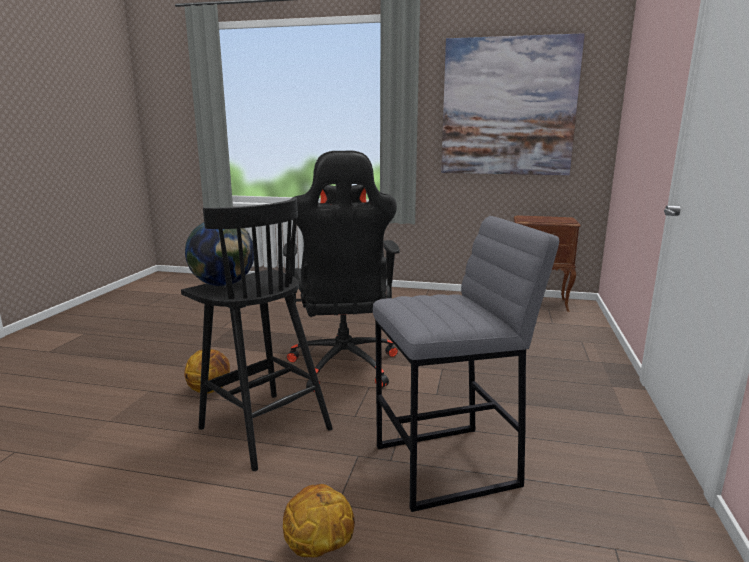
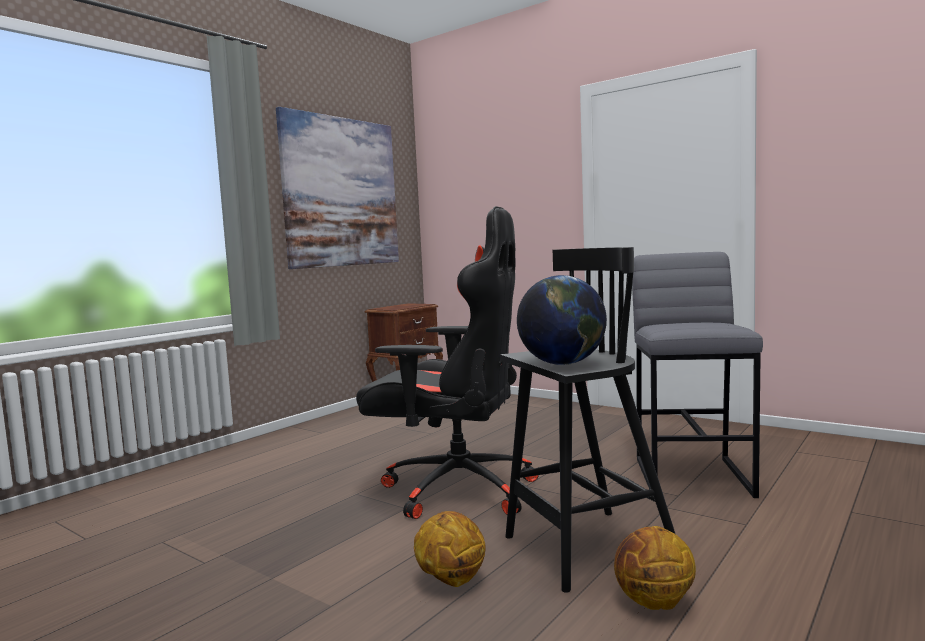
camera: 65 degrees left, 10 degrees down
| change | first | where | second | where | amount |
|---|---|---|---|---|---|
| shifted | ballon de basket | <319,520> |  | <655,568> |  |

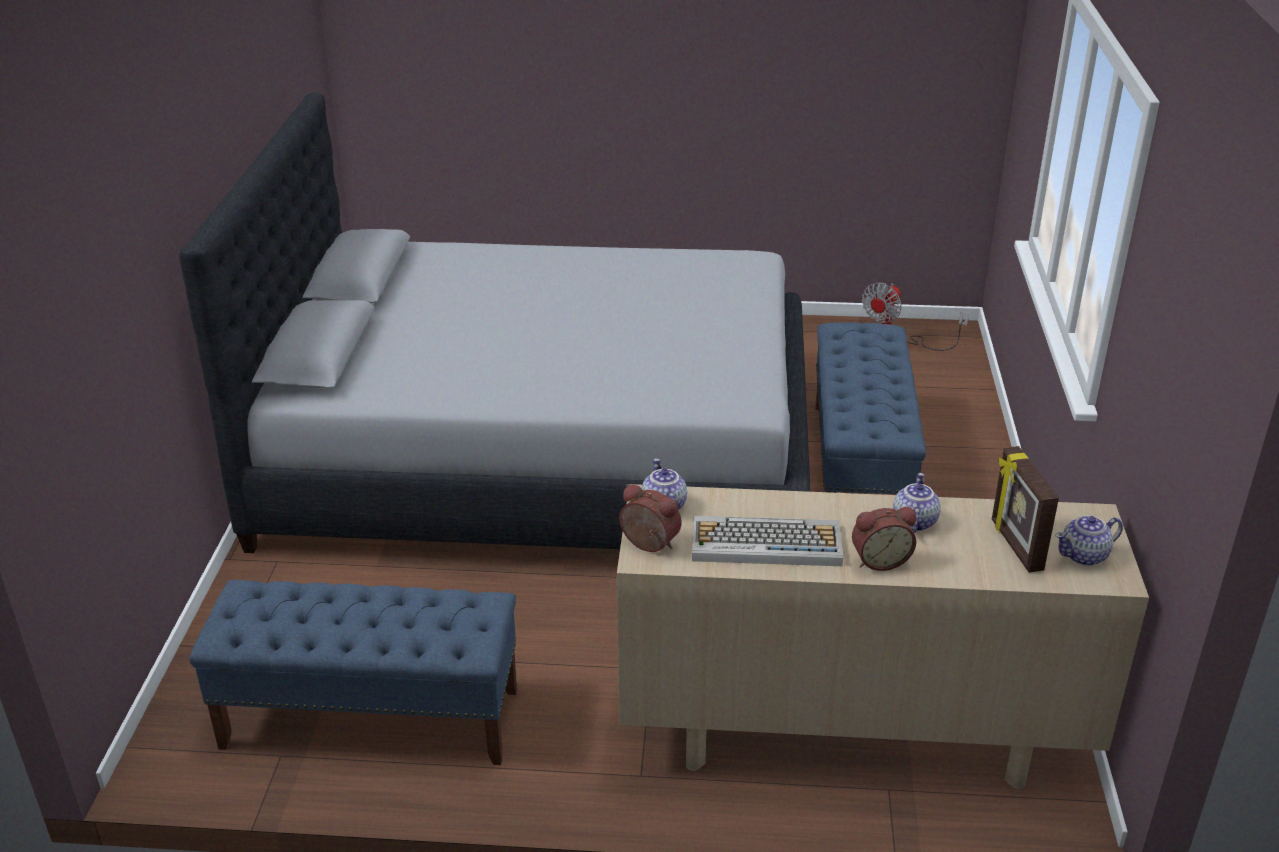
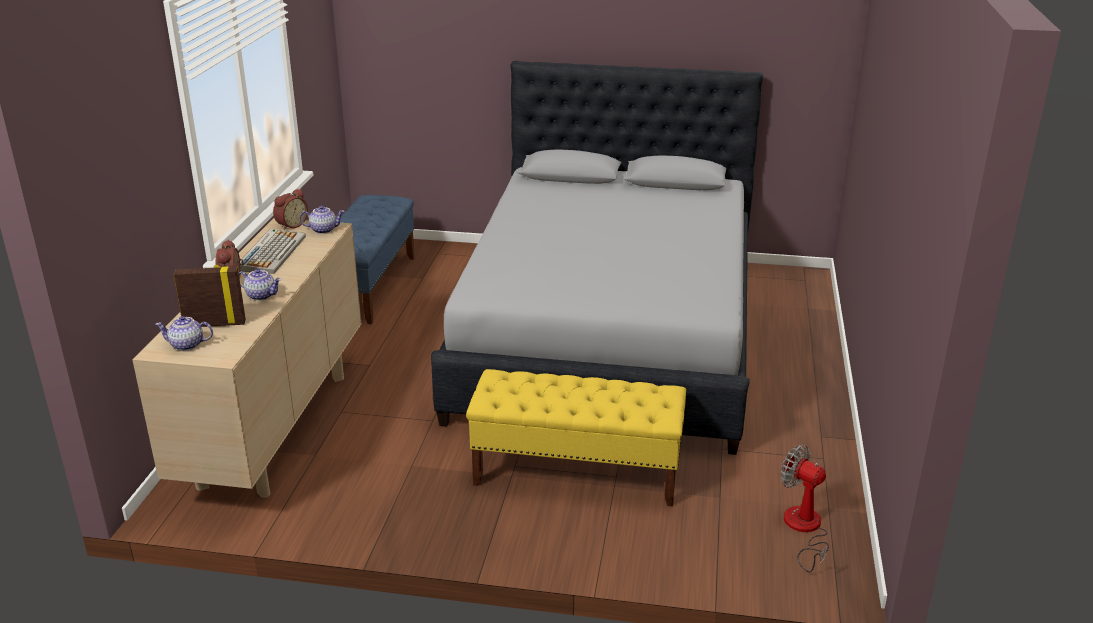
camera: 95 degrees right, 5 degrees down
| change | first | where | second | where | amount |
|---|---|---|---|---|---|
| repainted | banc (bleu) | <870,408> | banc (jaune) | <576,437> |  |
| rotated | théière | <1089,540> |  | <184,333> | 75 degrees counterclockwise |

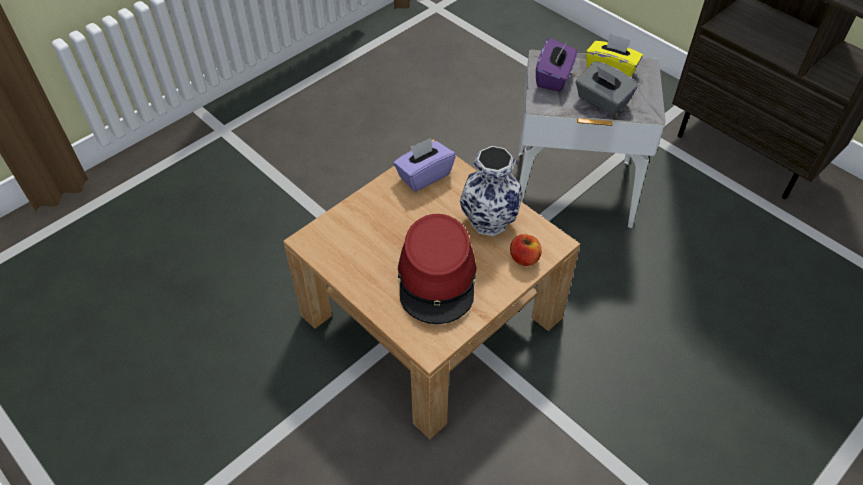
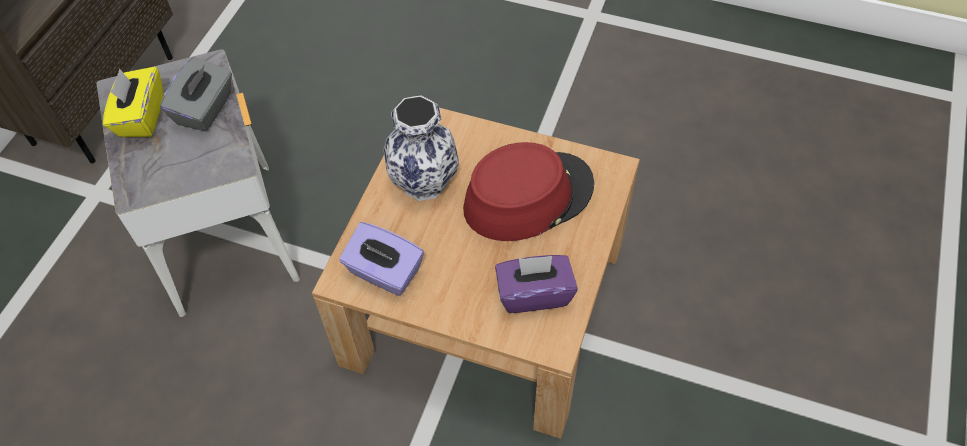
camera: 115 degrees left, 5 degrees up
| change | first | where | second | where | amount |
|---|---|---|---|---|---|
| gone | pomme | <526,250> |  |  |  |
| shifted | boîte à mouchoirs (violet) | <556,65> |  | <536,284> |  |

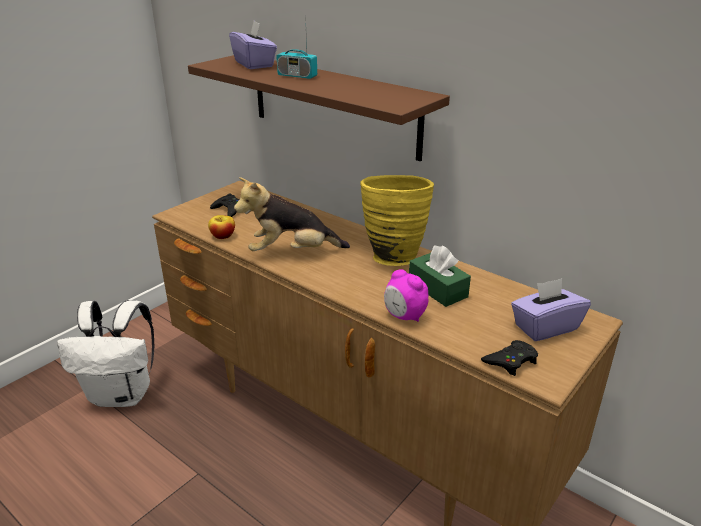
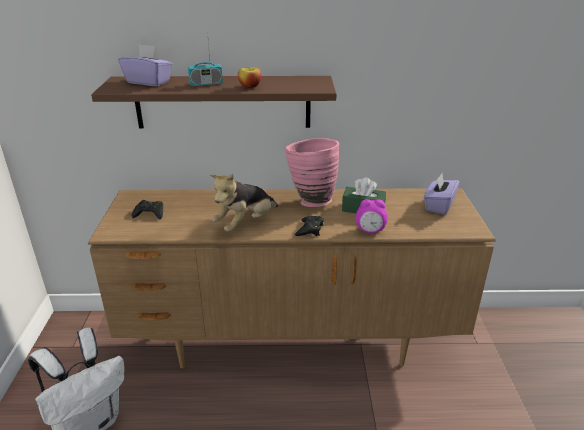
camera: 40 degrees left, 0 degrees up
| change | first | where | second | where | amount |
|---|---|---|---|---|---|
| shifted | pomme | <221,227> |  | <249,77> |  |
| repainted | vase (jaune) | <397,220> | vase (rose) | <312,172> |  |
| shifted | manette (noir) | <509,358> |  | <309,226> |  |

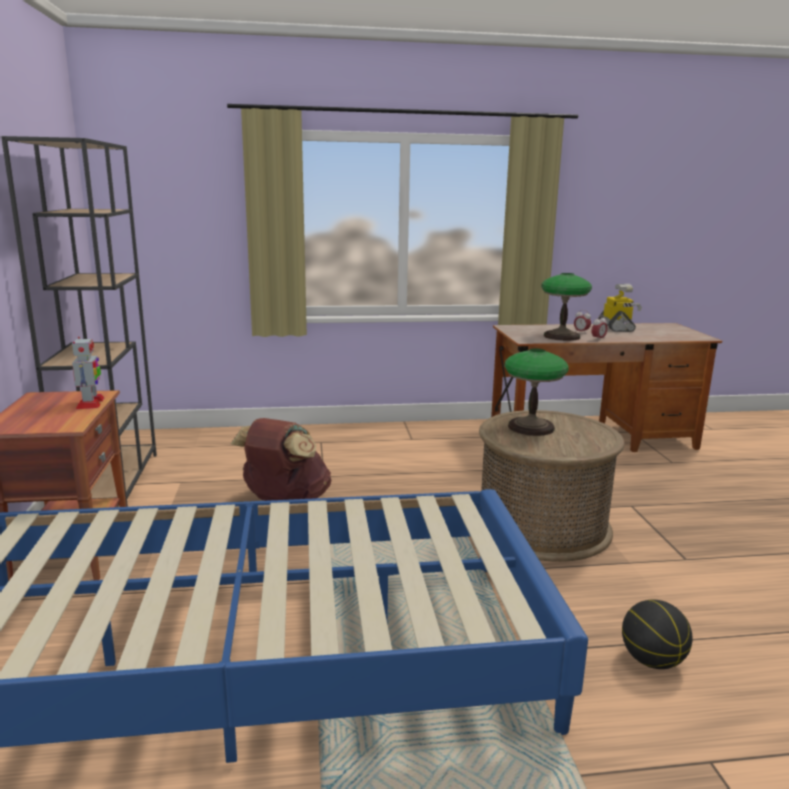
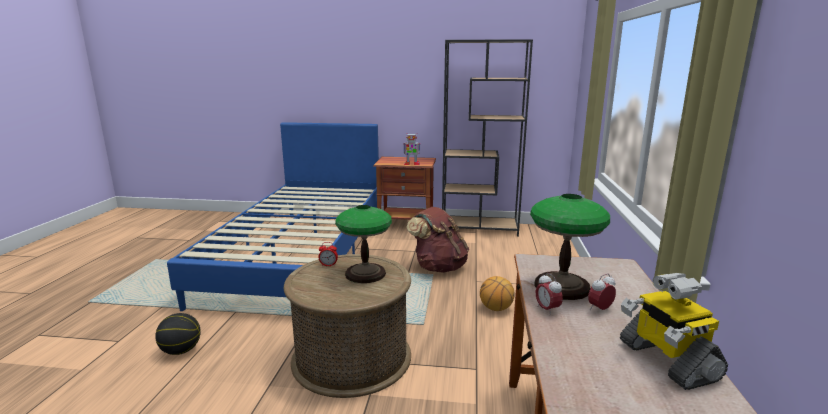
camera: 105 degrees right, 0 degrees up
| change | first | where | second | where | amount |
|---|---|---|---|---|---|
| rotated | robot jouet | <620,308> |  | <674,331> | 60 degrees clockwise |
| new |  |  | réveil | <328,254> |  |
| new |  |  | ballon de basket | <497,293> |  |

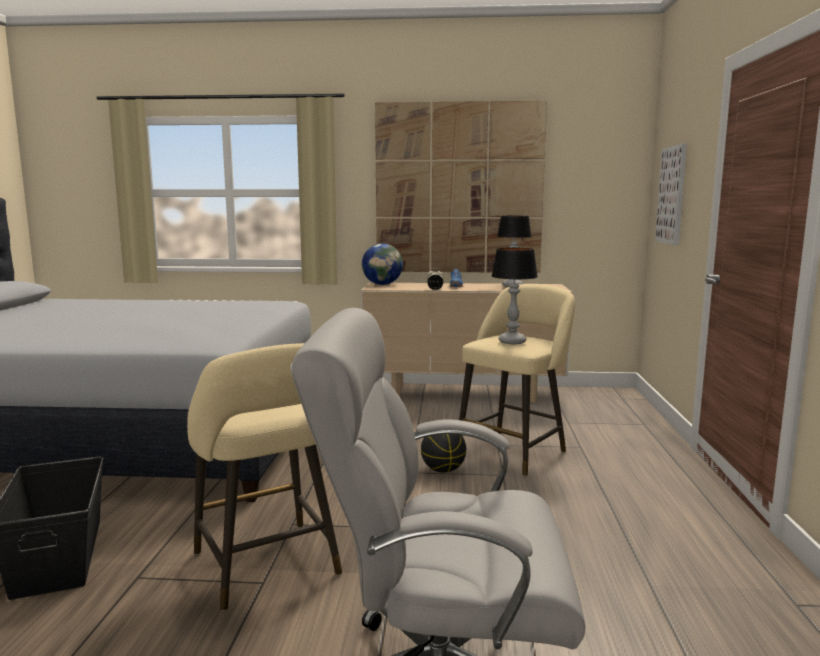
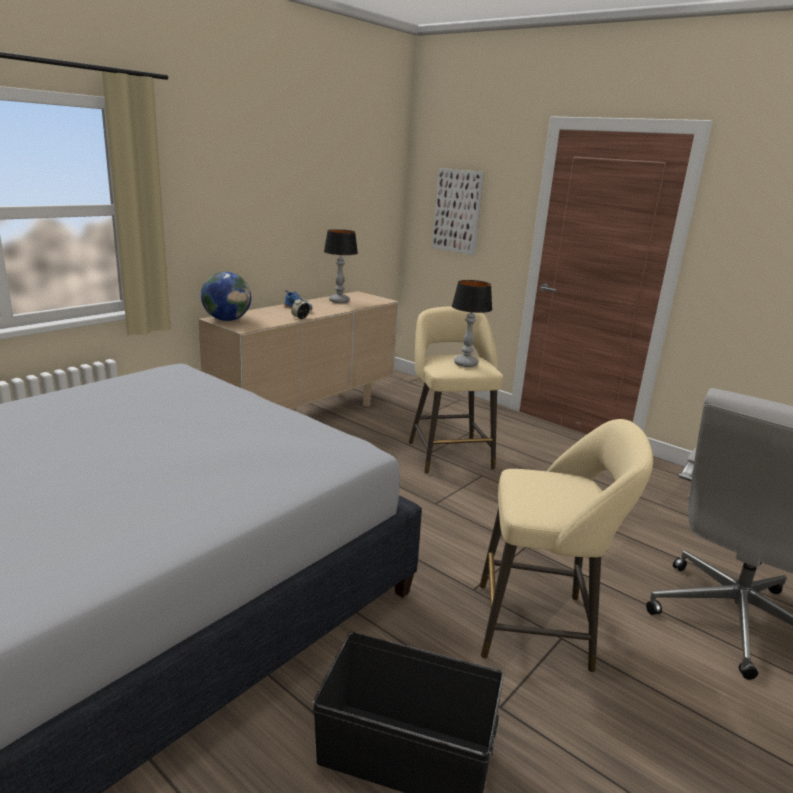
camera: 55 degrees left, 10 degrees up
| change | first | where | second | where | amount |
|---|---|---|---|---|---|
| gone | tableau | <461,187> |  |  |  |
| gone | ballon de basket | <443,453> |  |  |  |

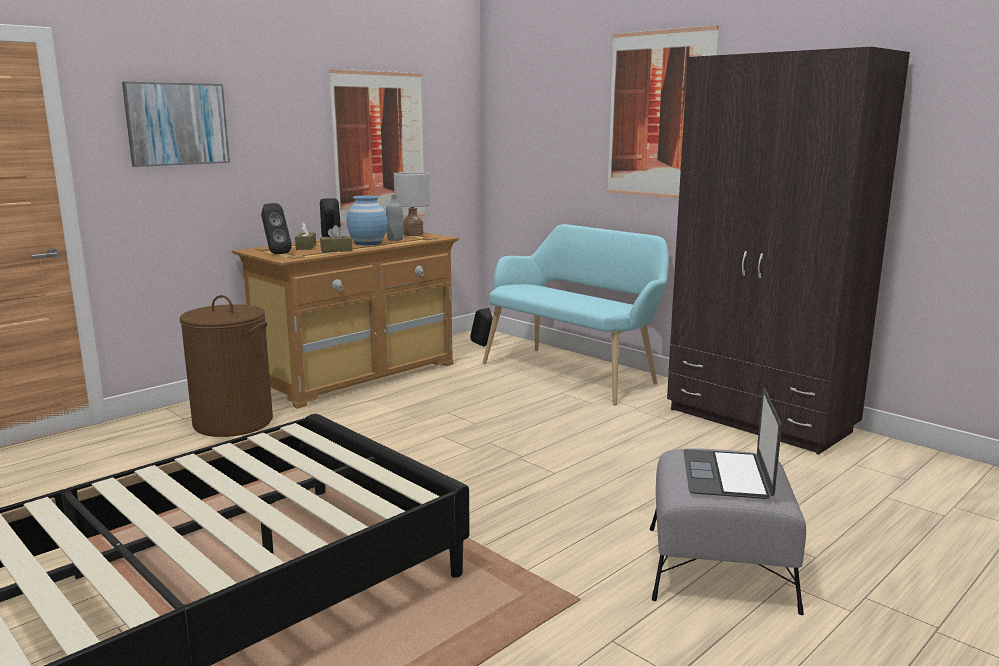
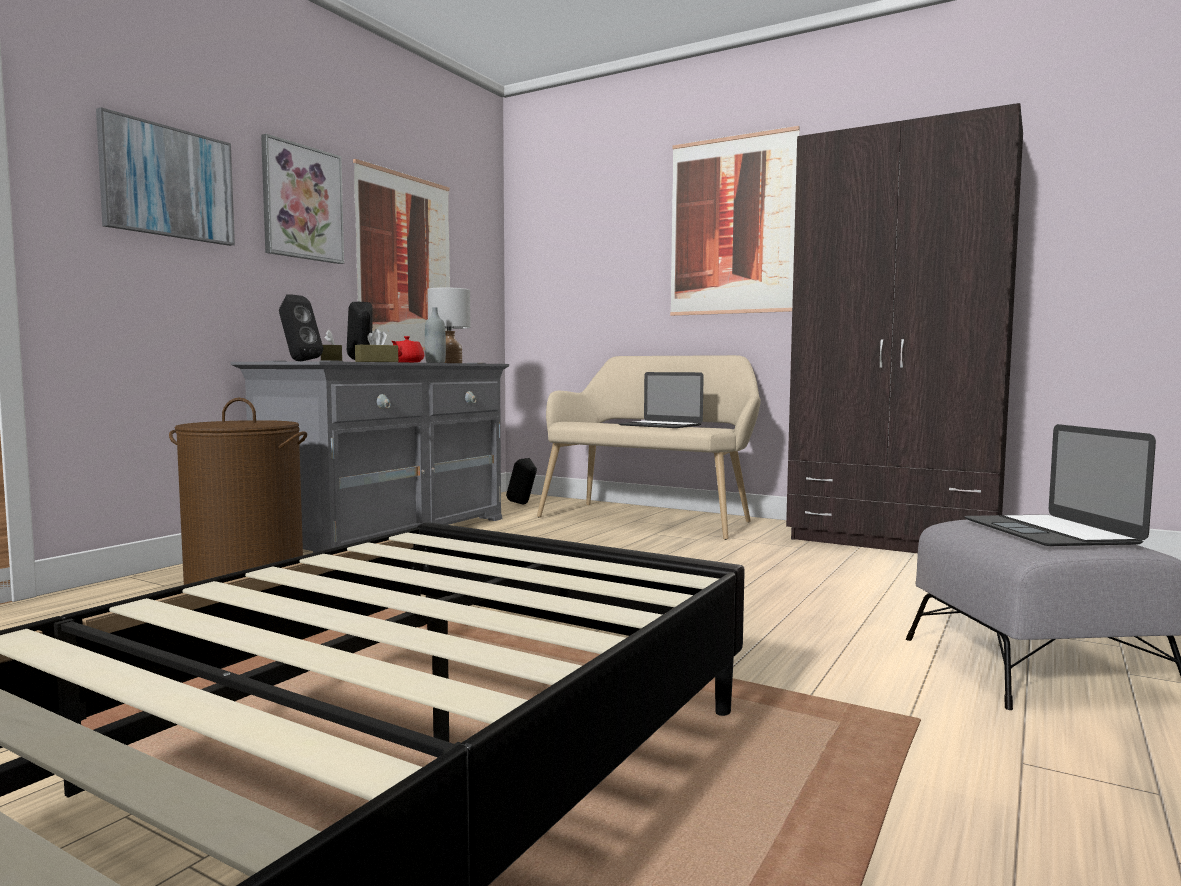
camera: 15 degrees left, 10 degrees down
| change | first | where | second | where | amount |
|---|---|---|---|---|---|
| repainted | commode (marron) | <345,320> | commode (gris) | <370,457> |  |
| swapped | vase (bleu) | <367,220> | théière (rouge) | <408,349> |  |
| repainted | banc (turquoise) | <576,315> | banc (beige) | <649,447> |  |
| new |  |  | tableau | <302,199> |  |
| new |  |  | ordinateur portable | <661,400> |  |

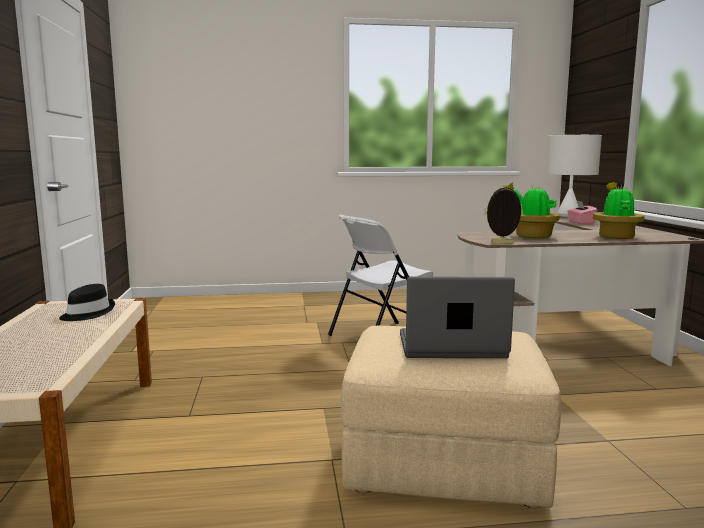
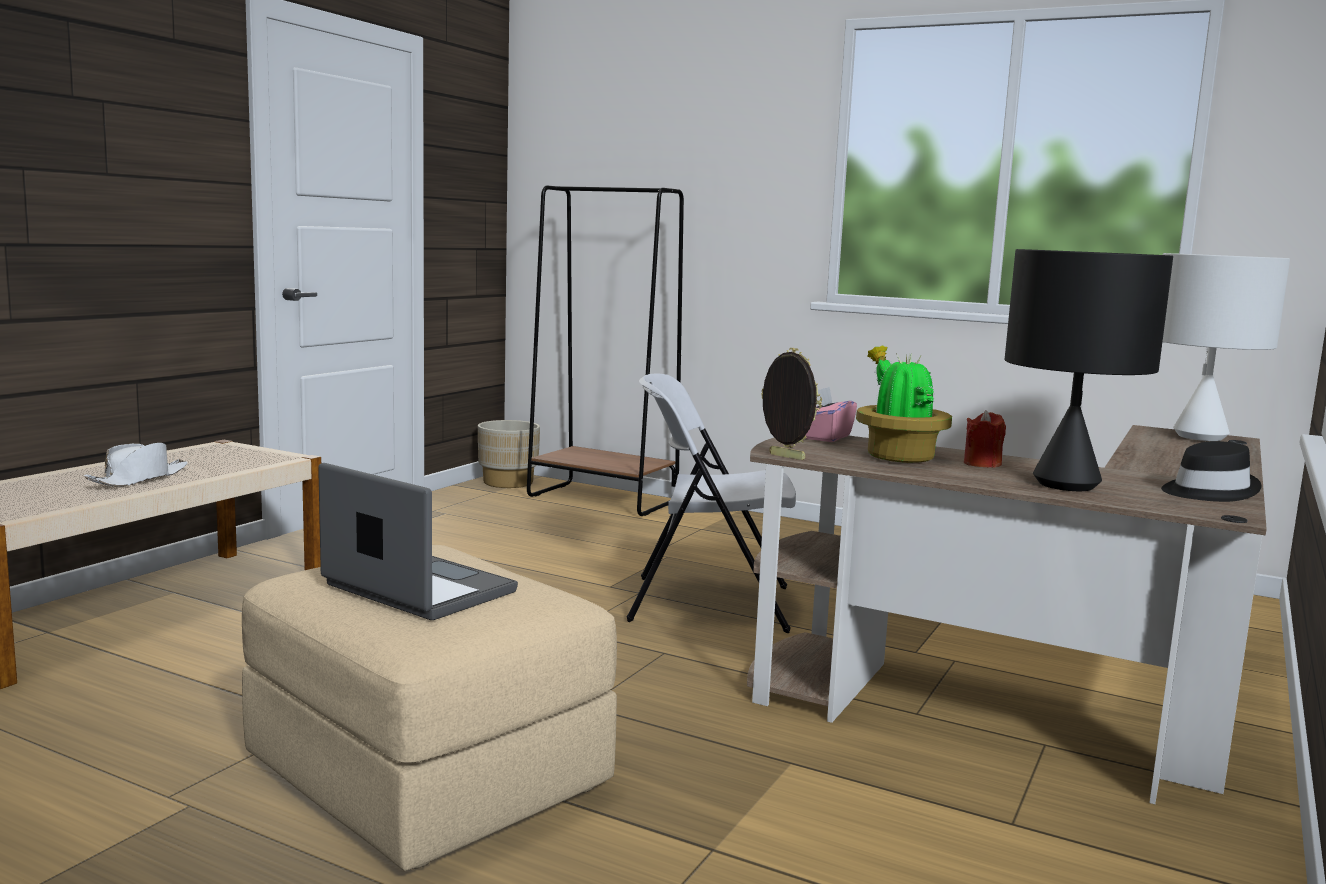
camera: 35 degrees right, 0 degrees up
| change | first | where | second | where | amount |
|---|---|---|---|---|---|
| shifted | chapeau (noir) | <87,302> |  | <1211,471> |  |
| shifted | boîte à mouchoirs (rose) | <582,212> |  | <831,414> |  |
| swapped | plante en pot | <619,210> | lampe de table (noir) | <1089,370> |  |
| new |  |  | chapeau (blanc) | <136,465> |  |
| new |  |  | cache-pot (beige) | <509,454> |  |
| new |  |  | portant | <605,350> |  |
| new |  |  | bougie (rouge) | <985,439> |  |

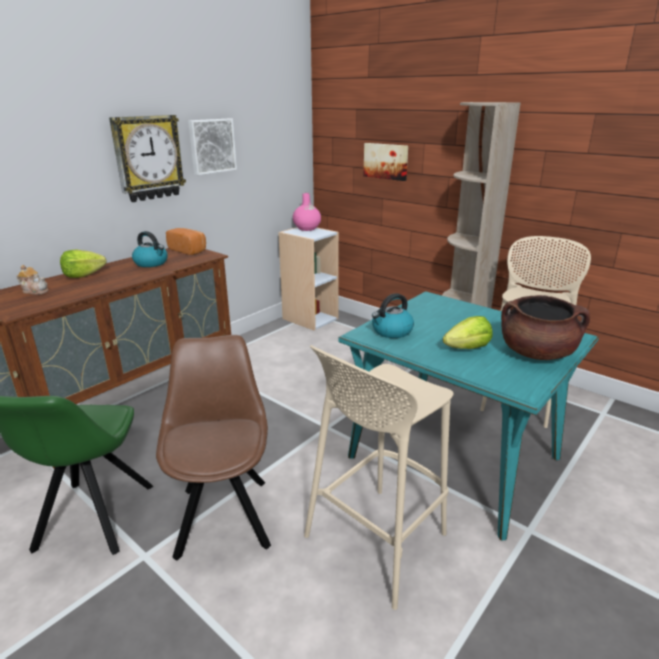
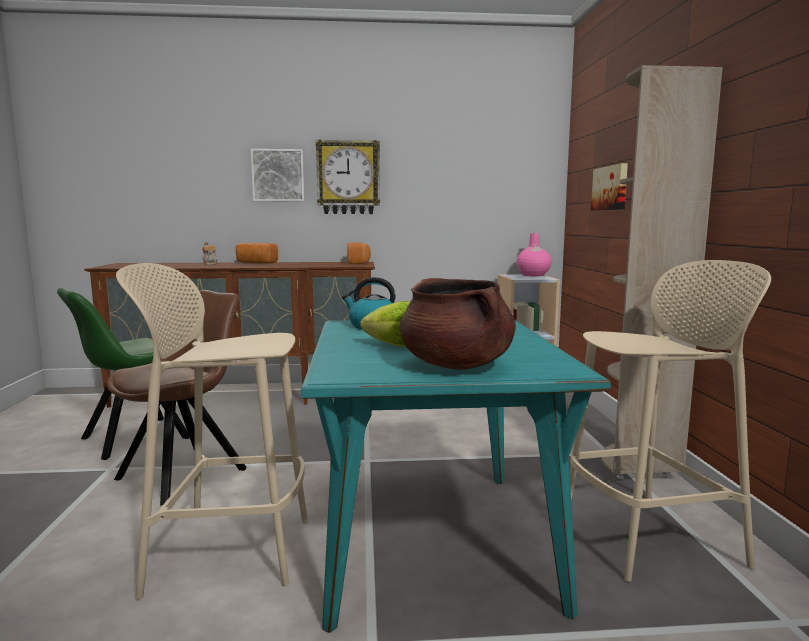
camera: 45 degrees right, 15 degrees down
| change | first | where | second | where | amount |
|---|---|---|---|---|---|
| swapped | laitue | <83,264> | pain | <257,253> |  |
| gone | bouilloire | <150,249> |  |  |  |
| shifted | tableau | <212,147> |  | <278,175> |  |

